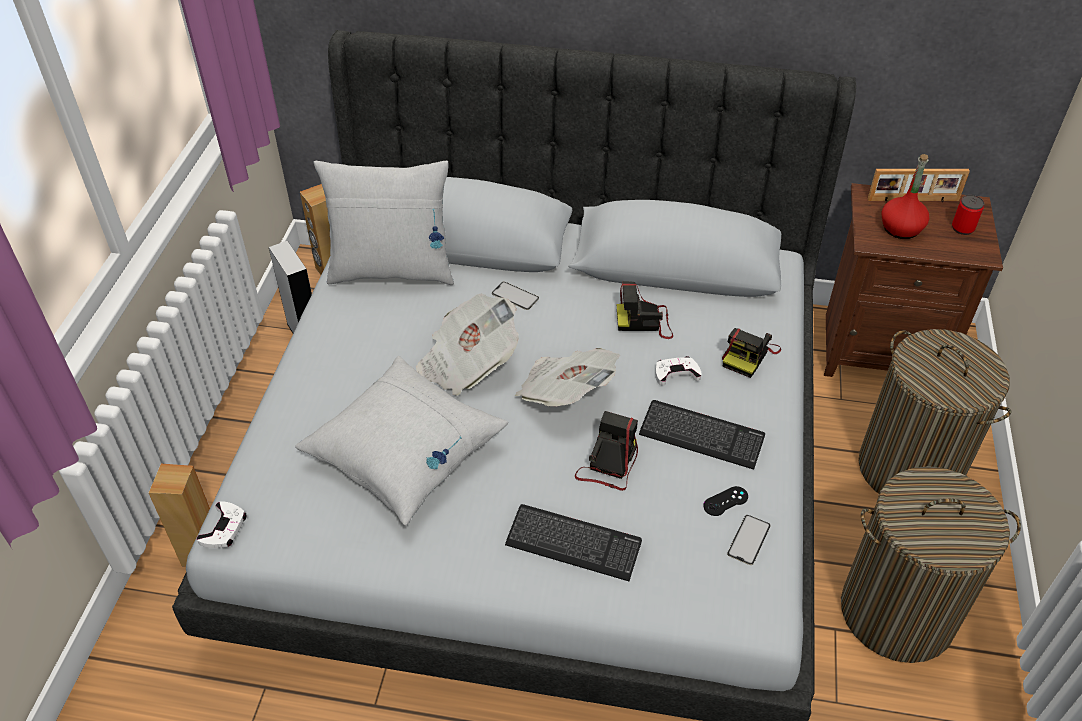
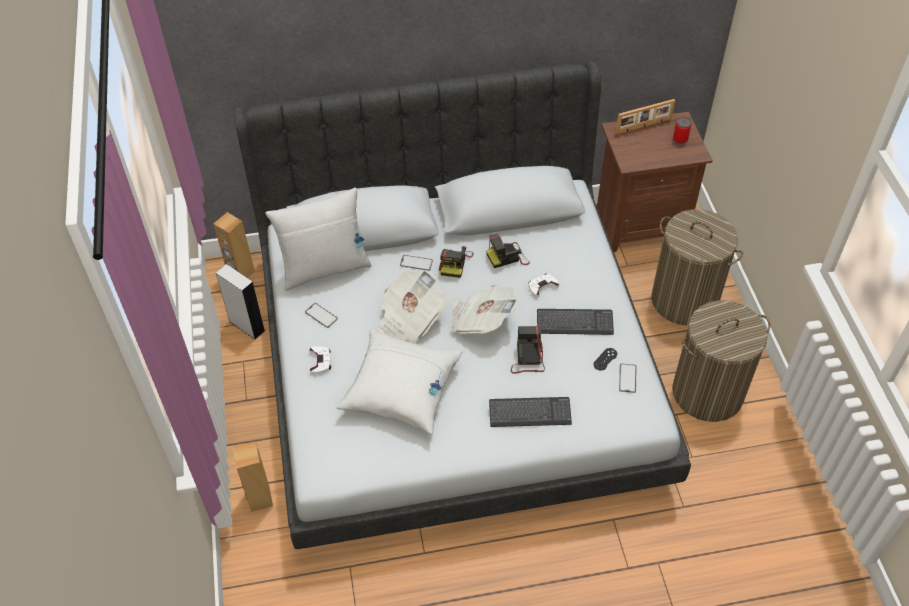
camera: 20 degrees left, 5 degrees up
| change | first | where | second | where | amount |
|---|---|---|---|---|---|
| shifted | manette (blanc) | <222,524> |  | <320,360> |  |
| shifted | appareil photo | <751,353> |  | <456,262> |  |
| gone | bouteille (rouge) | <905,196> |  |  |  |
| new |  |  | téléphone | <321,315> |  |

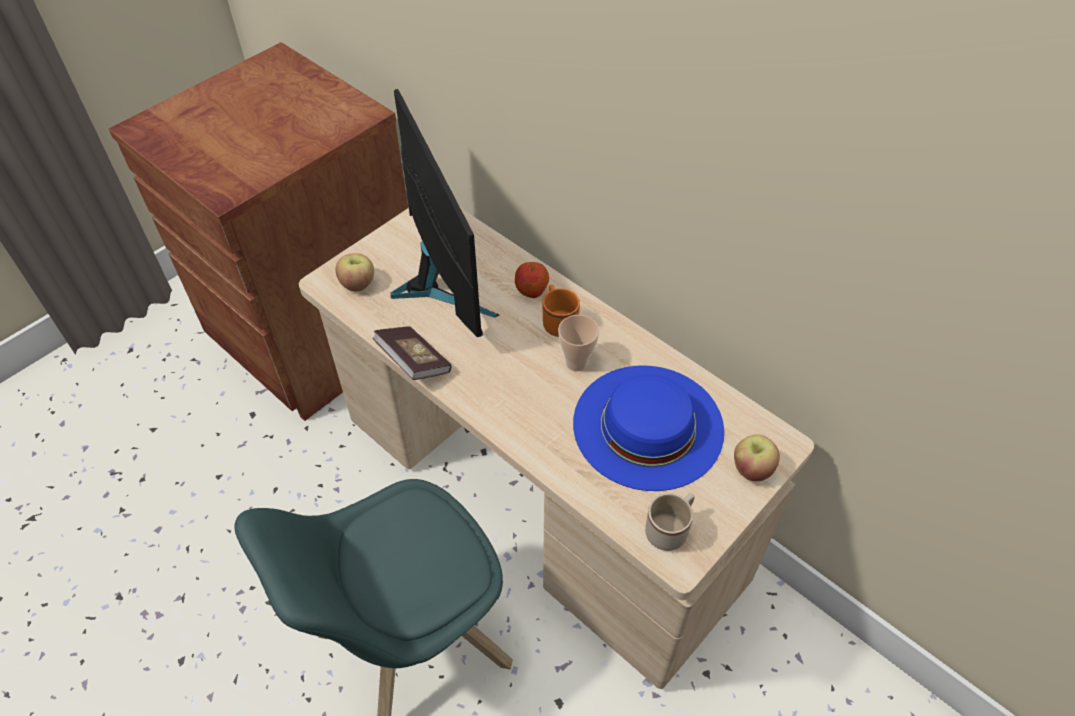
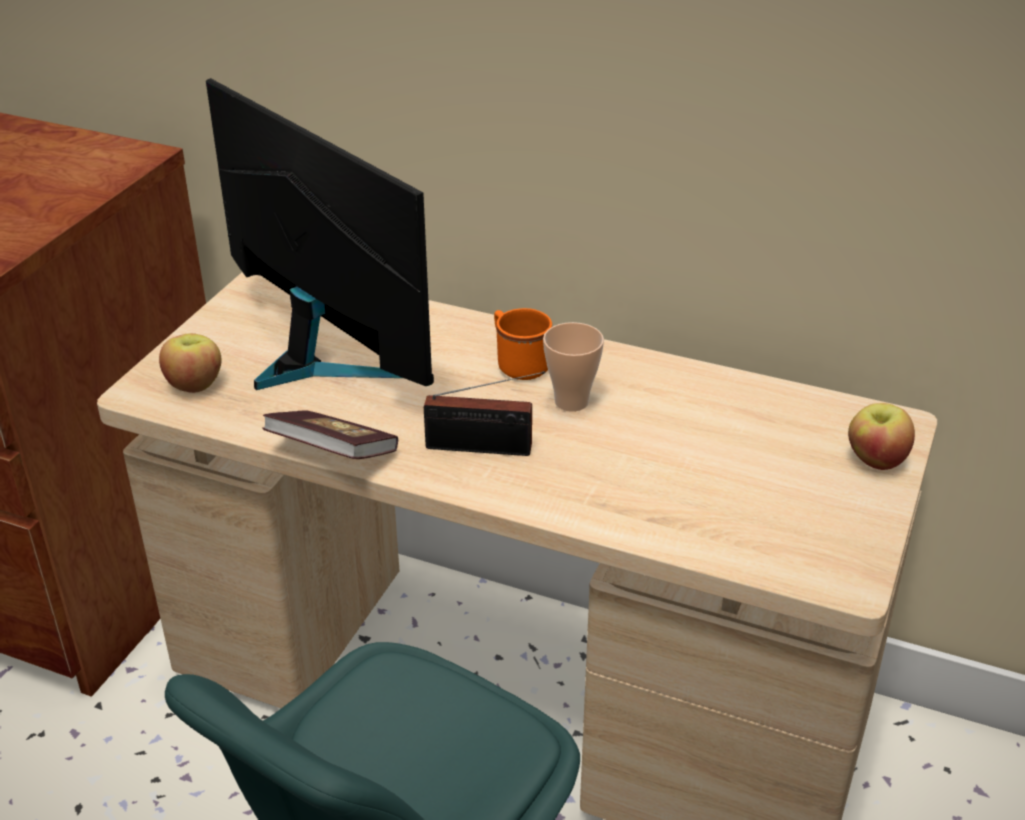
camera: 20 degrees left, 15 degrees down
| change | first | where | second | where | amount |
|---|---|---|---|---|---|
| gone | pomme | <532,280> |  |  |  |
| gone | chapeau (bleu) | <648,428> |  |  |  |
| gone | mug (beige) | <670,522> |  |  |  |
| new |  |  | radio | <484,413> |  |

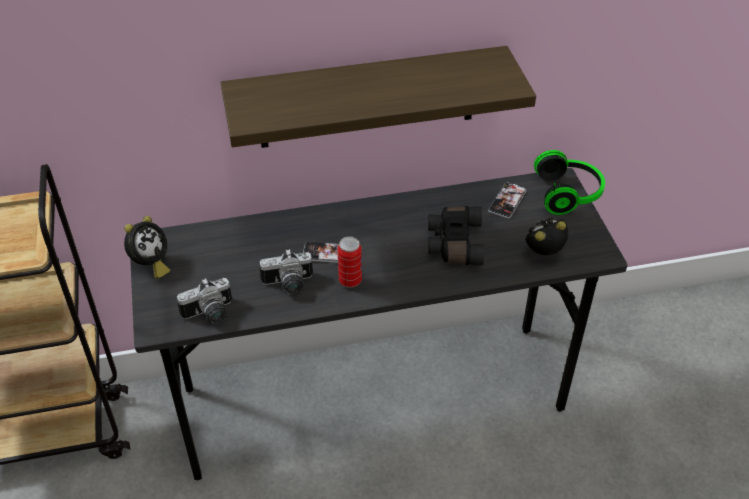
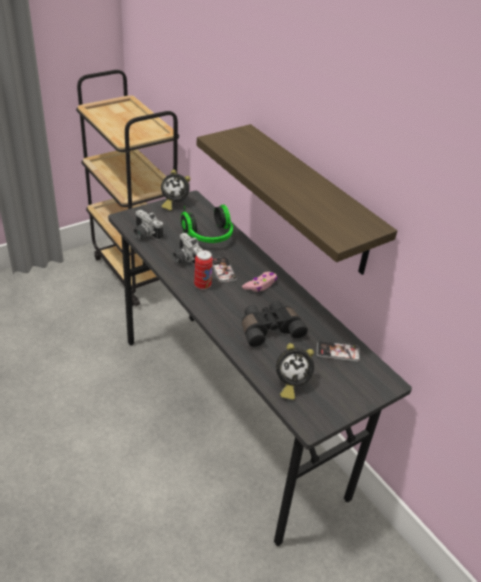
camera: 65 degrees right, 5 degrees down
| change | first | where | second | where | amount |
|---|---|---|---|---|---|
| rotated | réveil | <546,236> |  | <295,371> | 135 degrees clockwise |
| shifted | casque audio | <569,182> |  | <207,223> |  |
| new |  |  | manette (rose) | <259,282> |  |

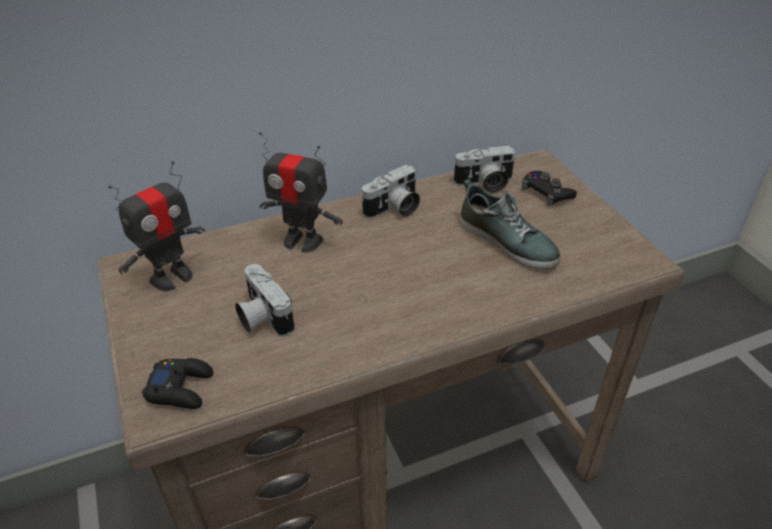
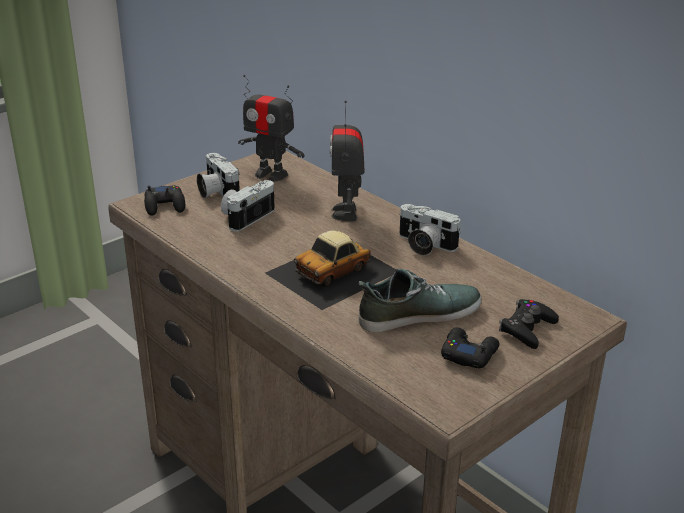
camera: 70 degrees right, 10 degrees down
| change | first | where | second | where | amount |
|---|---|---|---|---|---|
| shifted | appareil photo | <484,169> |  | <218,175> |  |
| rotated | chaussure | <510,224> |  | <420,300> | 135 degrees counterclockwise |
| new |  |  | petite voiture | <330,270> |  |
| new |  |  | manette (noir) | <470,348> |  |

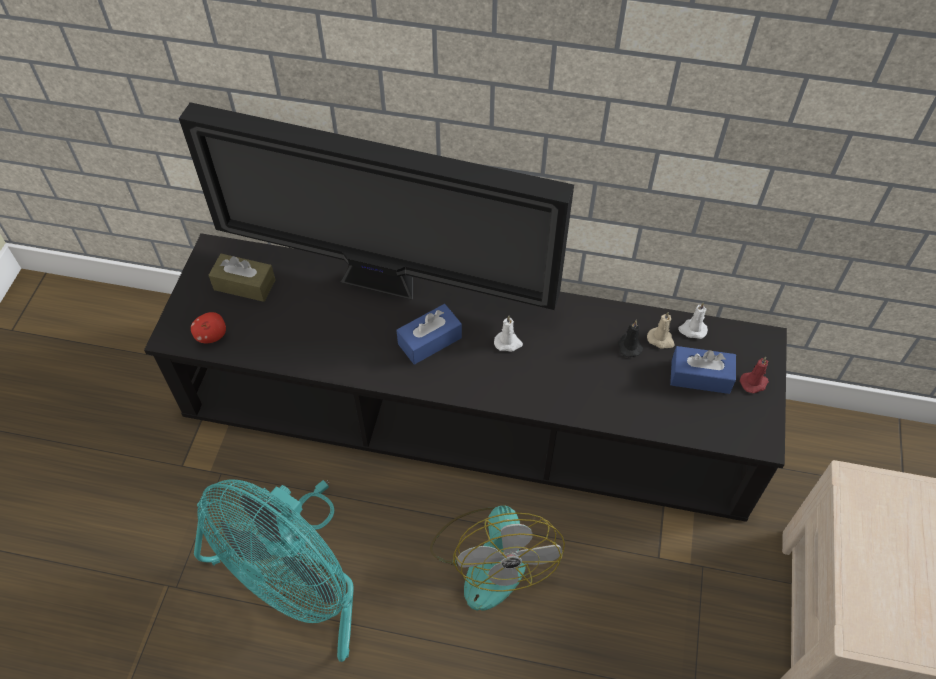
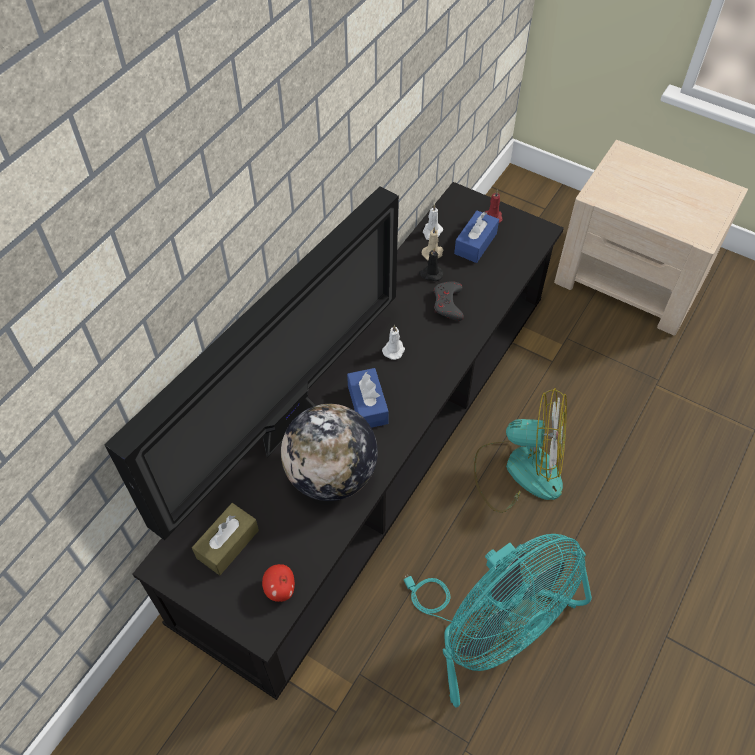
camera: 70 degrees left, 0 degrees up
| change | first | where | second | where | amount |
|---|---|---|---|---|---|
| new |  |  | globe | <329,452> |  |
| new |  |  | manette (gris) | <449,301> |  |

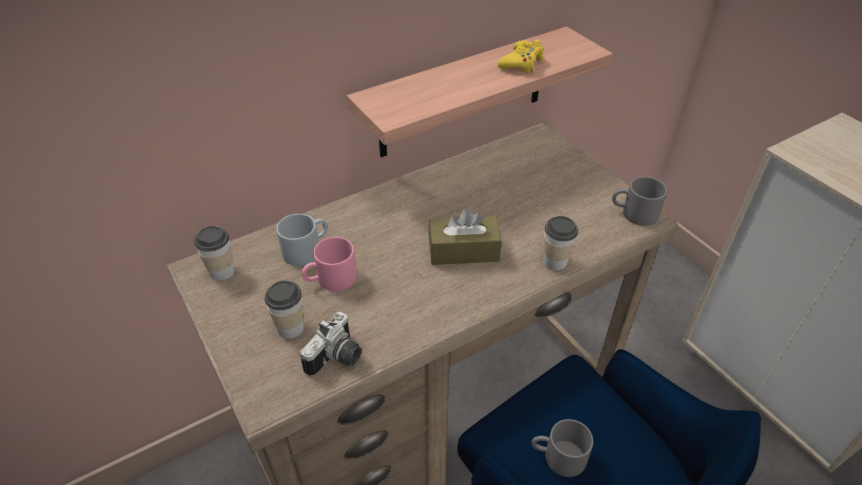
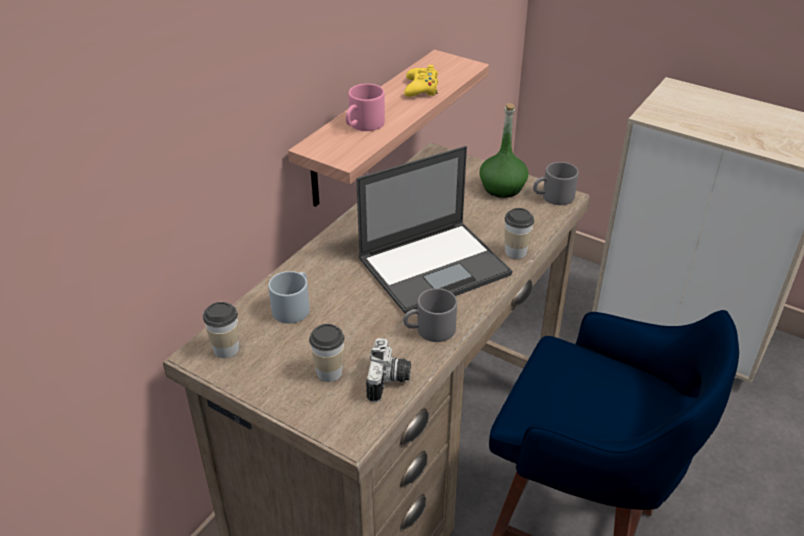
camera: 25 degrees left, 5 degrees down
| change | first | where | second | where | amount |
|---|---|---|---|---|---|
| shifted | mug (rose) | <329,264> |  | <365,107> |  |
| swapped | boîte à mouchoirs (marron) | <465,237> | ordinateur portable | <434,230> |  |
| shifted | mug (gris) | <562,448> |  | <430,315> |  |
| new |  |  | bouteille (vert) | <503,150> |  |

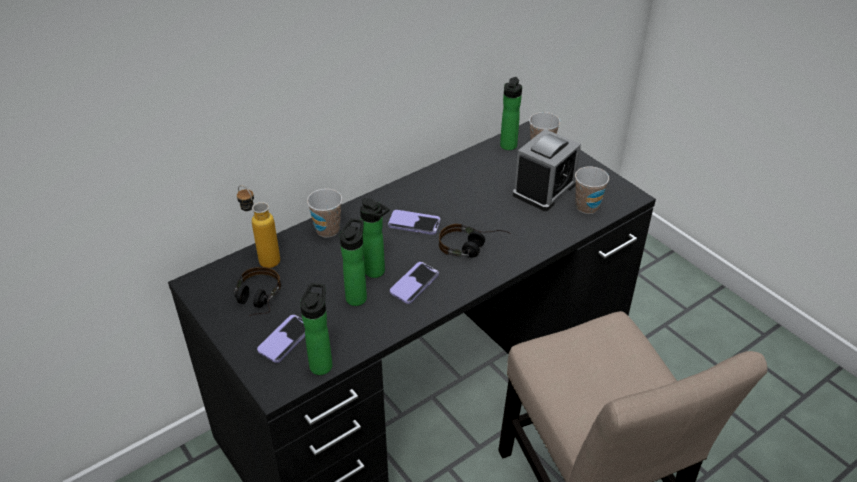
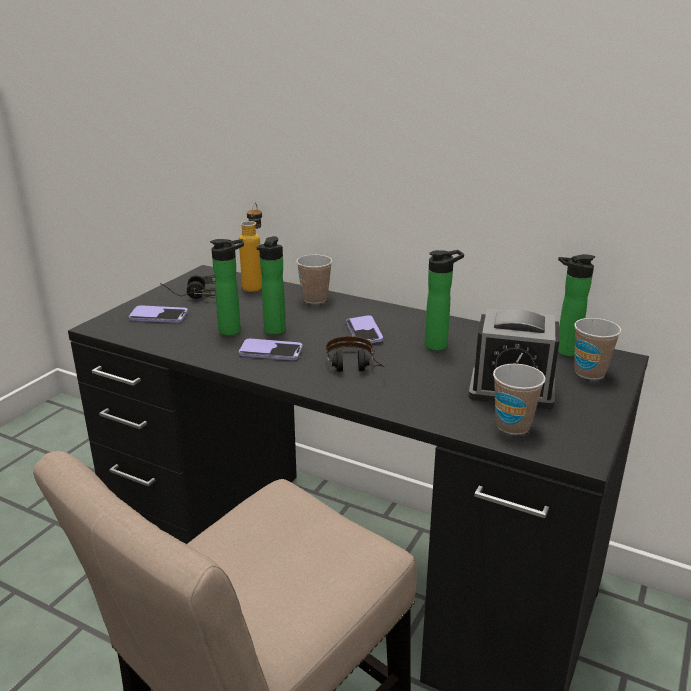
camera: 65 degrees right, 15 degrees down
| change | first | where | second | where | amount |
|---|---|---|---|---|---|
| shifted | bouteille | <316,329> |  | <444,300> |  |

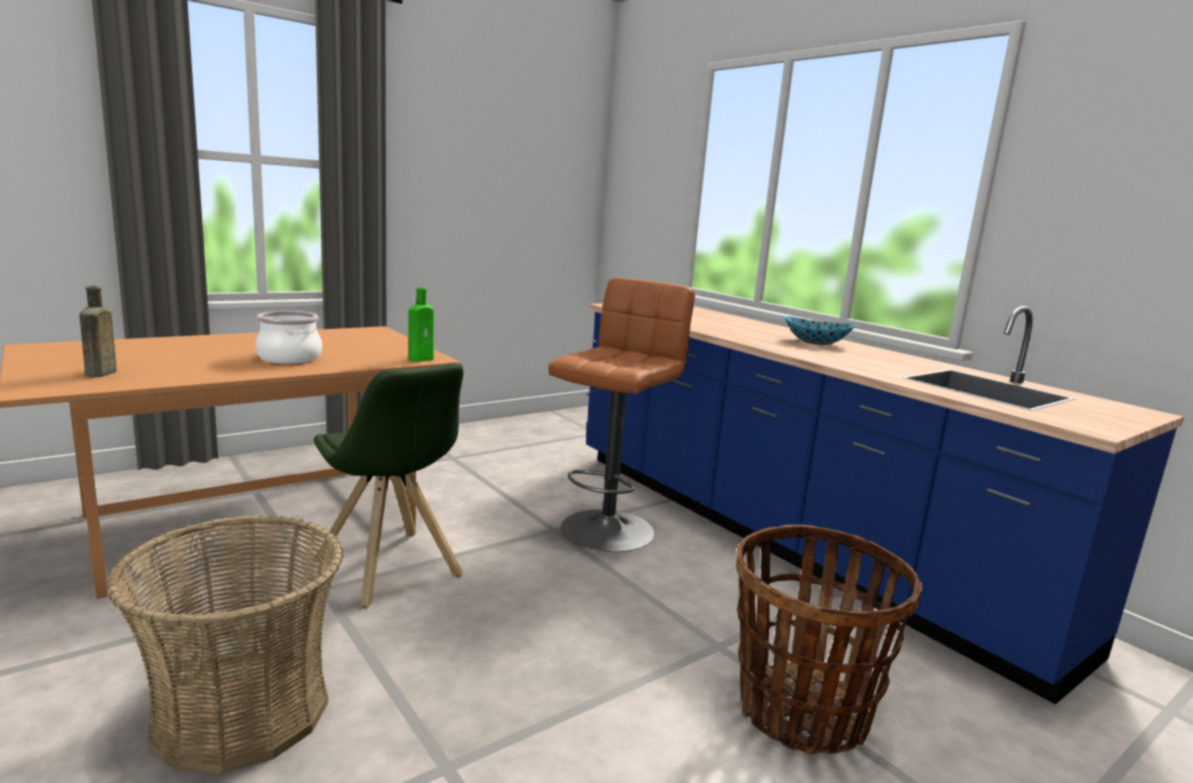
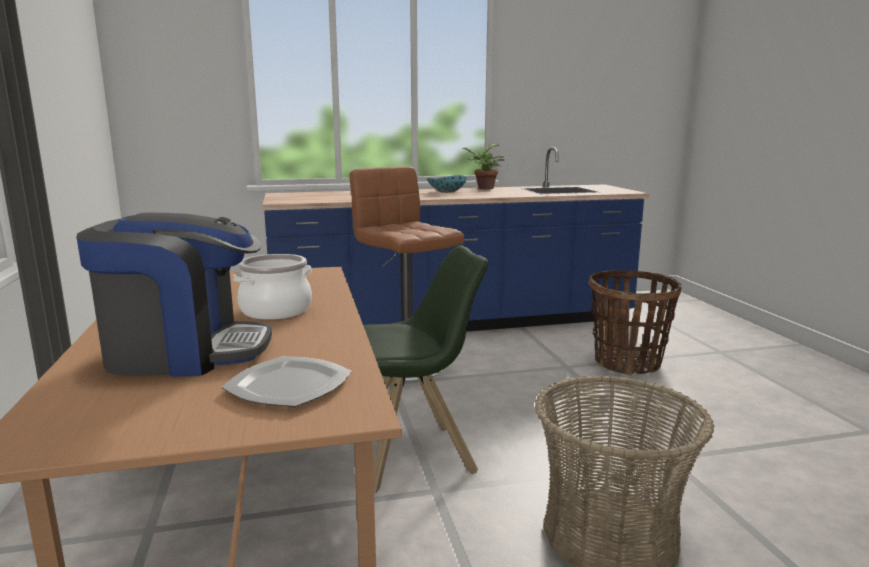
camera: 65 degrees left, 0 degrees up
| change | first | where | second | where | amount |
|---|---|---|---|---|---|
| swapped | bouteille (marron) | <98,332> | assiette | <287,381> |  |
| gone | bouteille (vert) | <421,325> |  |  |  |
| new |  |  | machine à café | <174,295> |  |
| new |  |  | plante en pot | <484,166> |  |

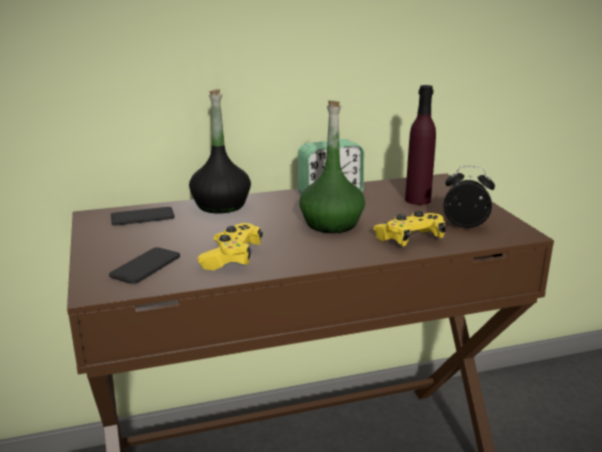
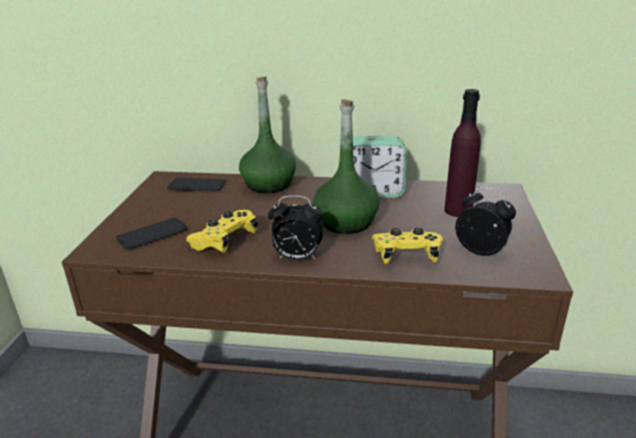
camera: 25 degrees right, 5 degrees up
| change | first | where | second | where | amount |
|---|---|---|---|---|---|
| repainted | bouteille (noir) | <220,151> | bouteille (vert) | <267,134> |  |
| new |  |  | réveil | <296,227> |  |

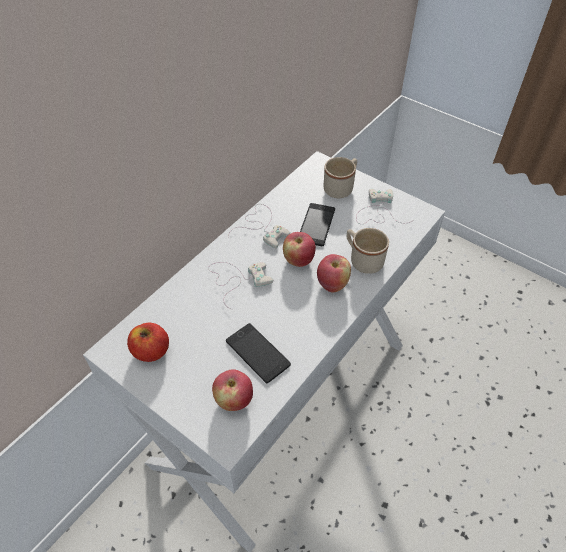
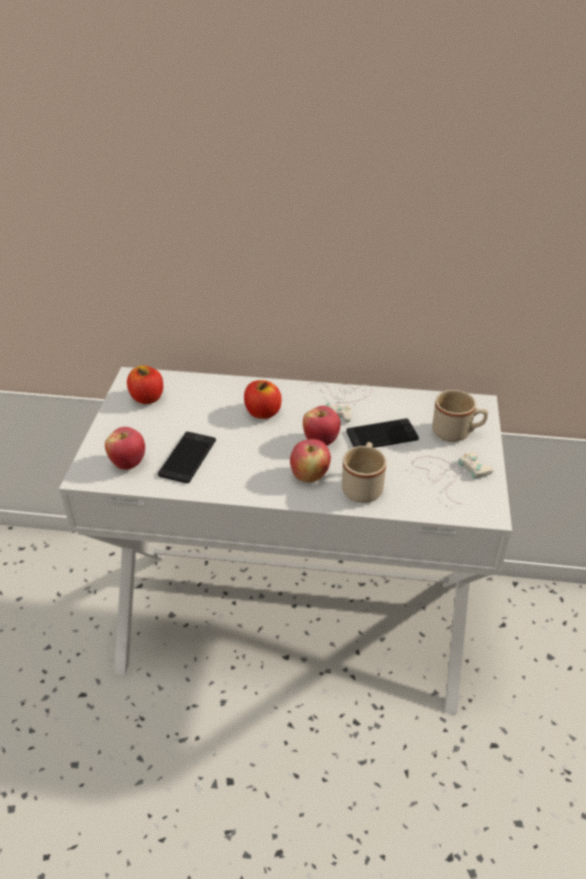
camera: 60 degrees right, 10 degrees down
| change | first | where | second | where | amount |
|---|---|---|---|---|---|
| swapped | manette (blanc) | <240,286> | pomme | <263,399> |  |

